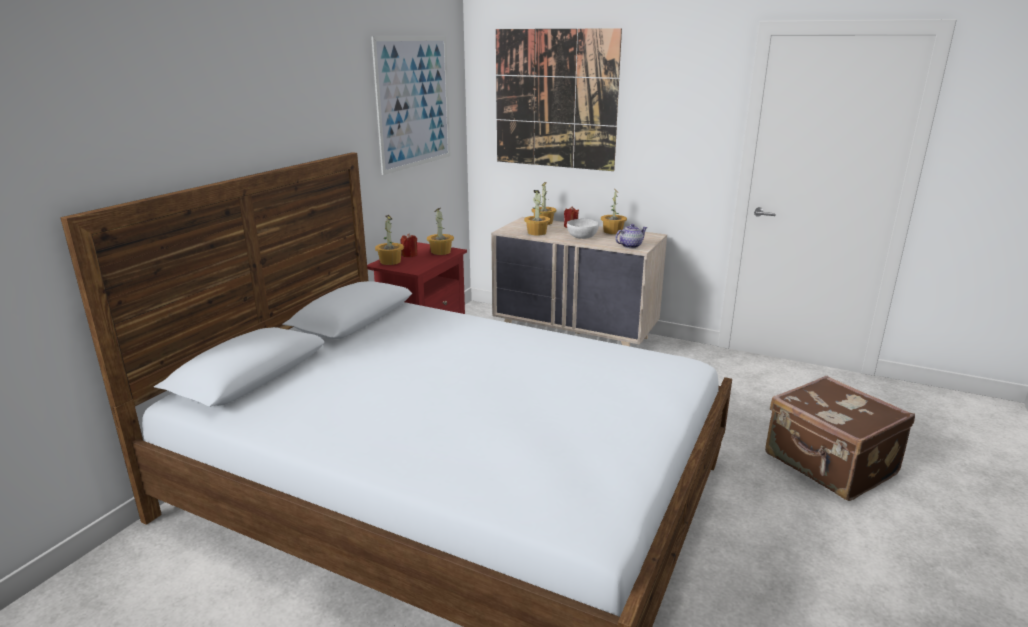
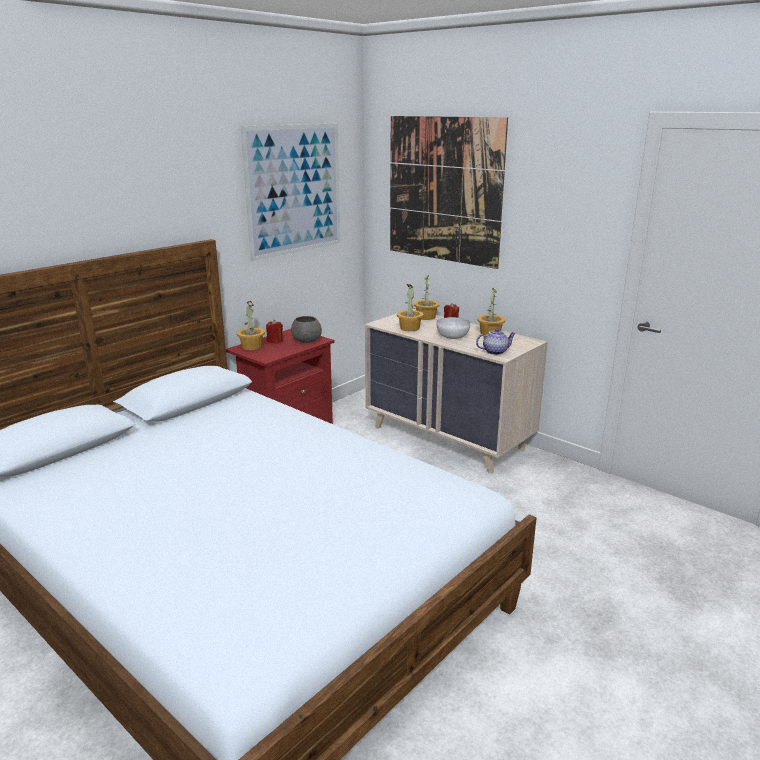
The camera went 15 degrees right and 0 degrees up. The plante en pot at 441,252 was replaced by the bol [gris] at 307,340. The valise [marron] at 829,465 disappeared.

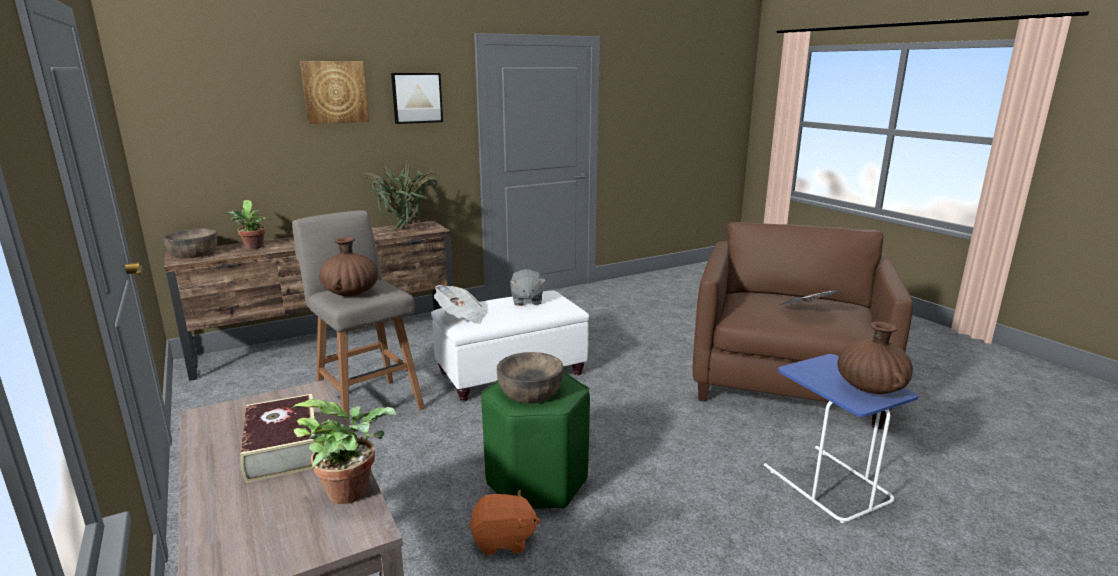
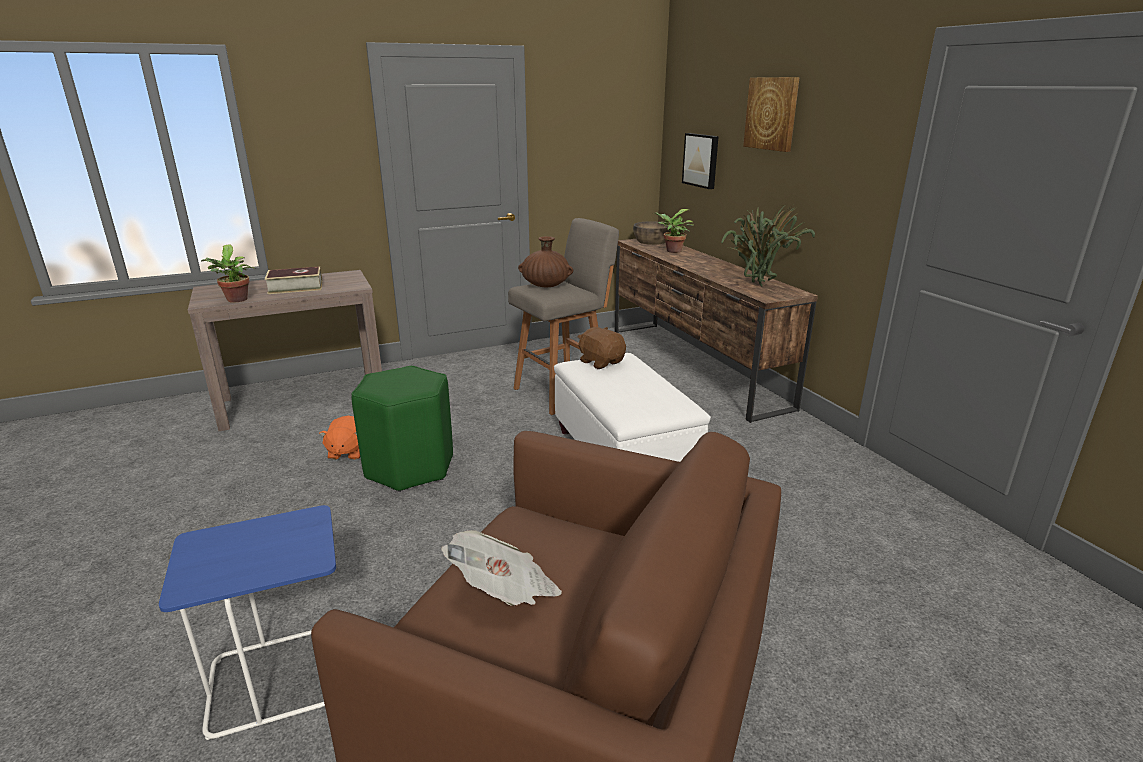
The camera went 95 degrees right and 5 degrees up. The tableau moved from 416,98 to 701,160. The peluche [gris] at 526,301 disappeared. The journal at 461,317 was replaced by the peluche [marron] at 601,362. The vase [marron] at 870,387 disappeared. The bol [marron] at 530,391 disappeared.

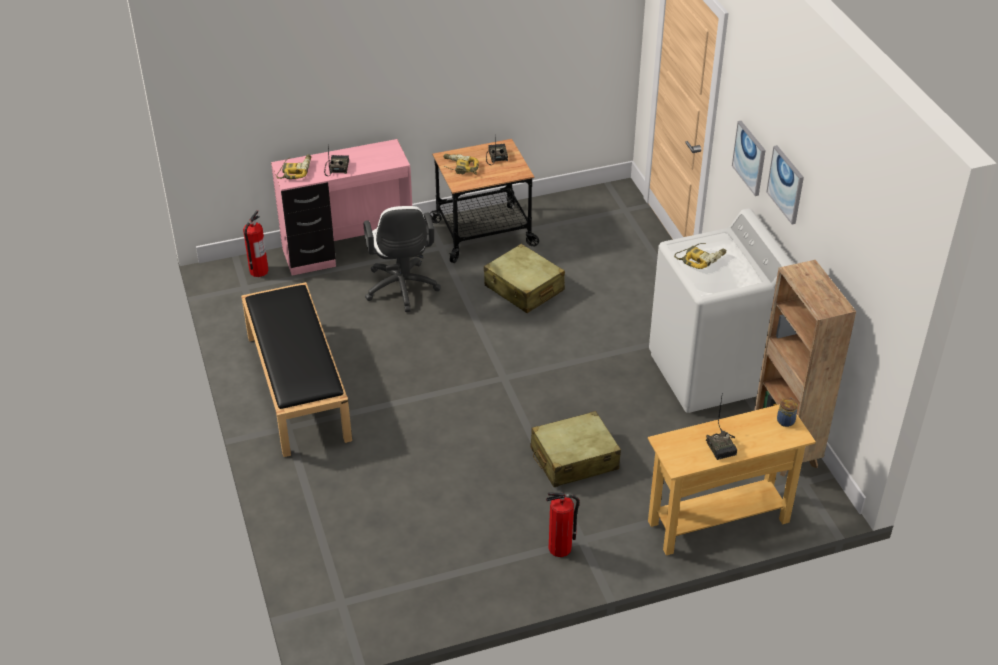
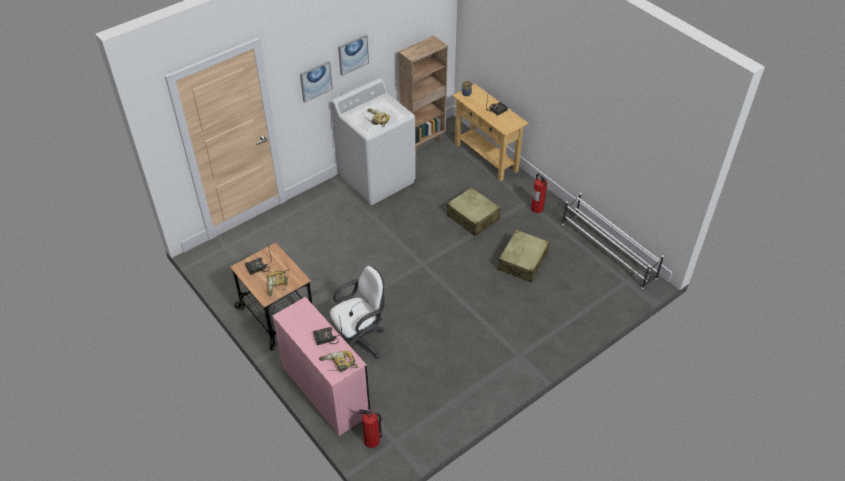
The camera went 110 degrees left and 5 degrees up. The valise [beige] moved from 524,288 to 523,261. The banc [noir] at 297,386 disappeared. The étagère à chaussures [blanc] at 608,251 appeared.

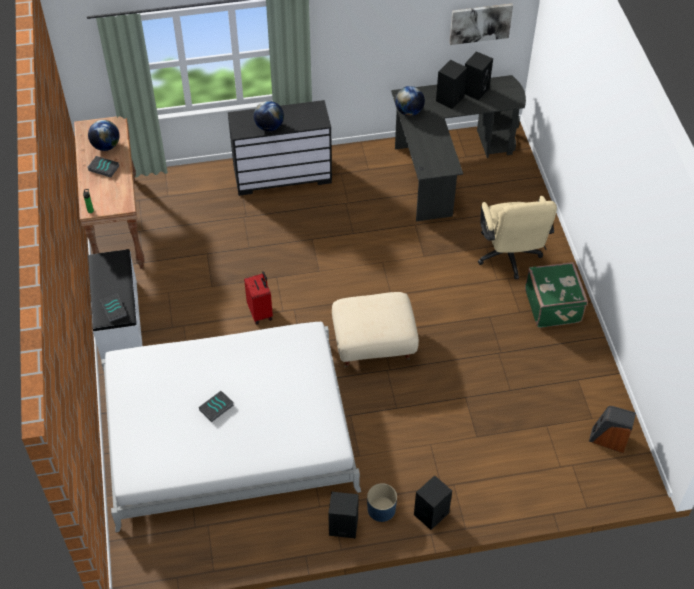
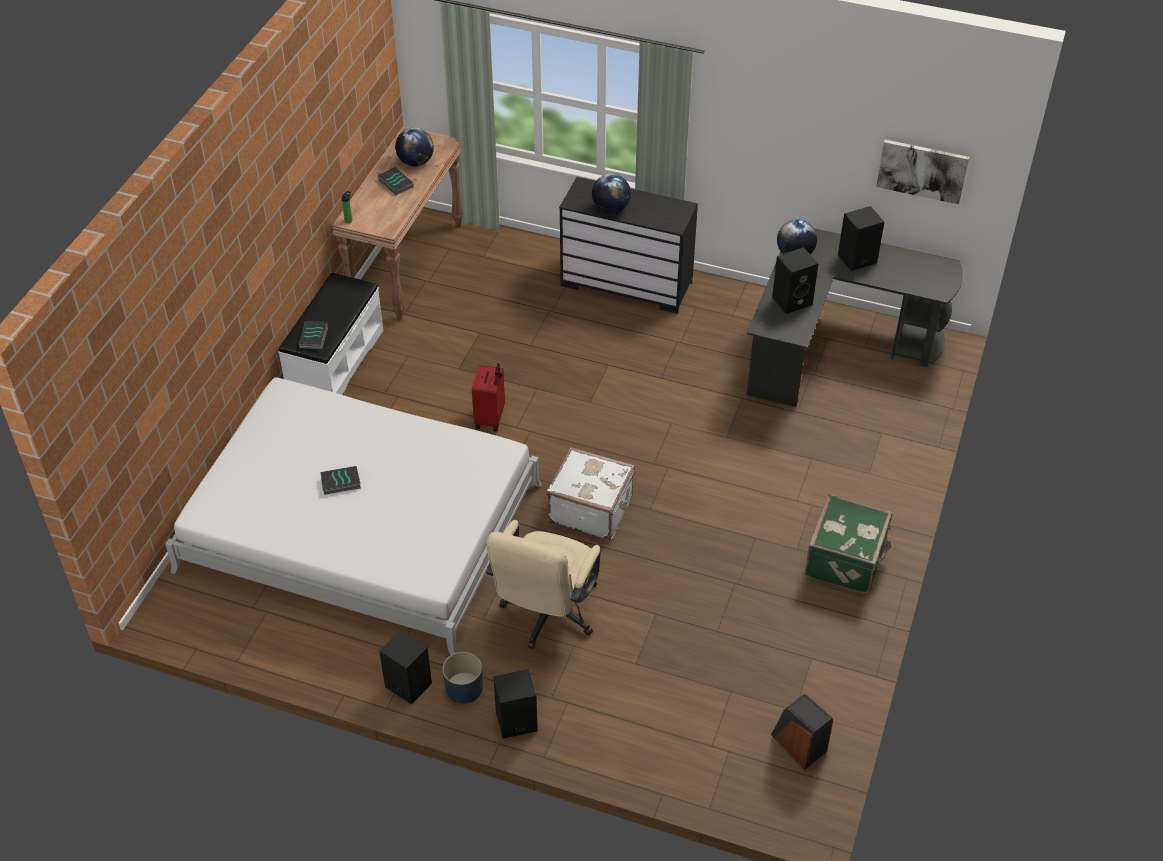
The camera went 30 degrees right and 5 degrees down. The enceinte [noir] moved from 475,90 to 792,300. The chaise de bureau [beige] moved from 509,258 to 546,616. The pouf [beige] at 373,345 was replaced by the valise [blanc] at 590,509.

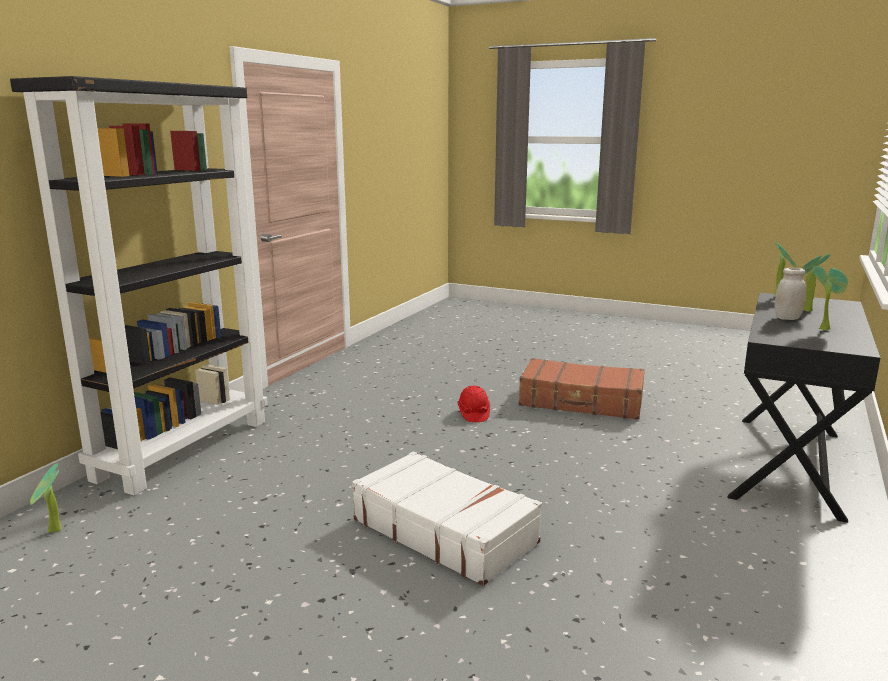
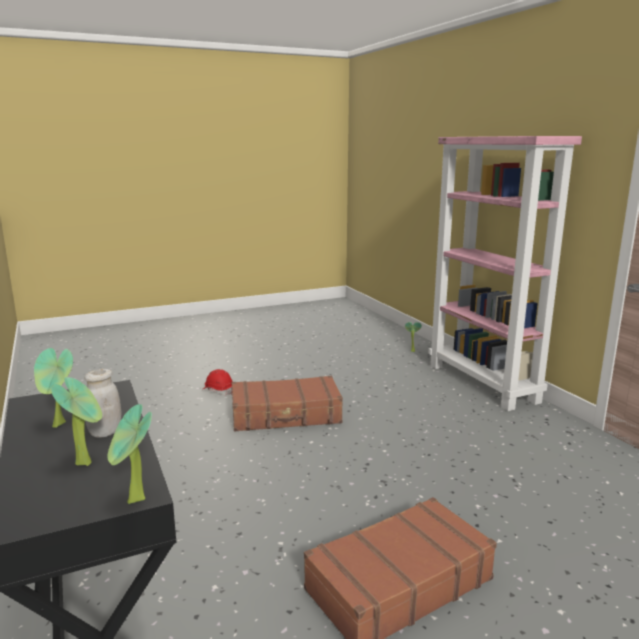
The camera went 130 degrees right and 0 degrees up. The bibliothèque [noir] at 184,448 became the bibliothèque [rose] at 483,383. The casque de chantier [rouge] moved from 473,414 to 218,390. The valise [blanc] at 444,530 became the valise [marron] at 286,415.

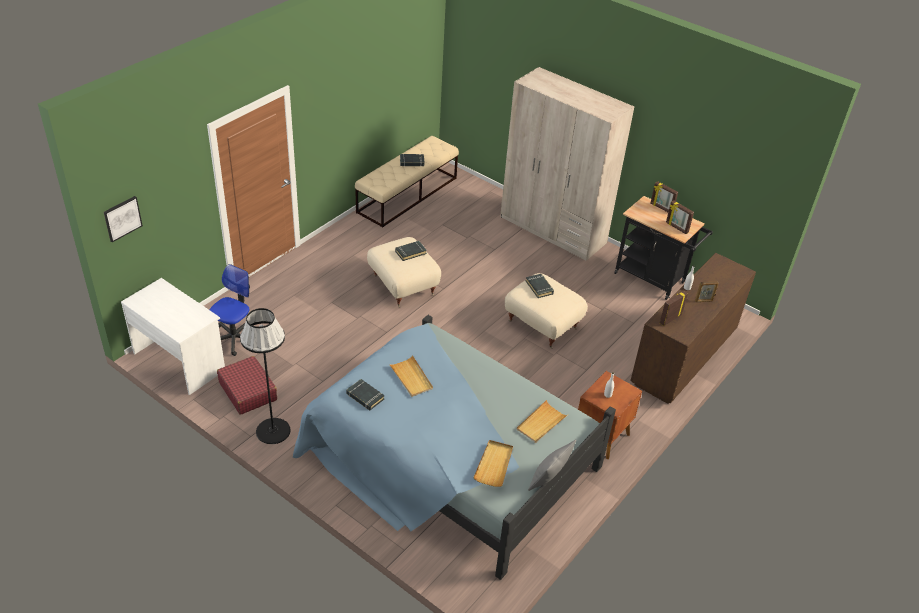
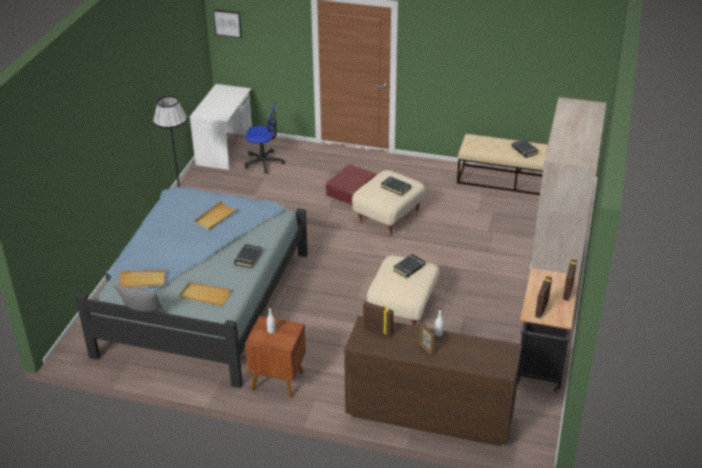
The camera went 70 degrees right and 5 degrees down. The valise [rouge] moved from 248,391 to 351,191. The livre [noir] moved from 365,397 to 248,258.

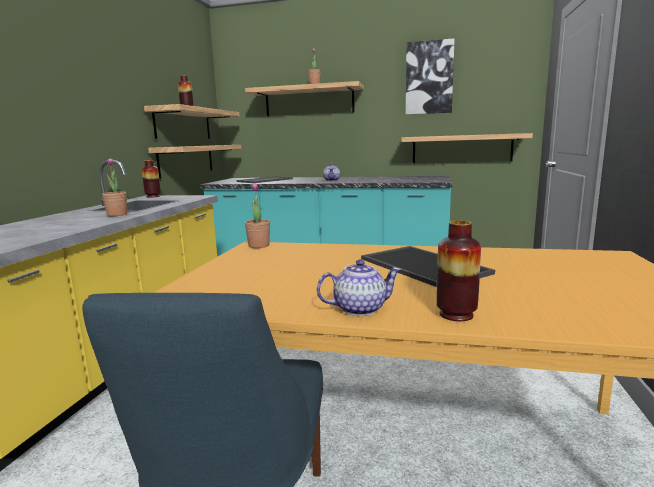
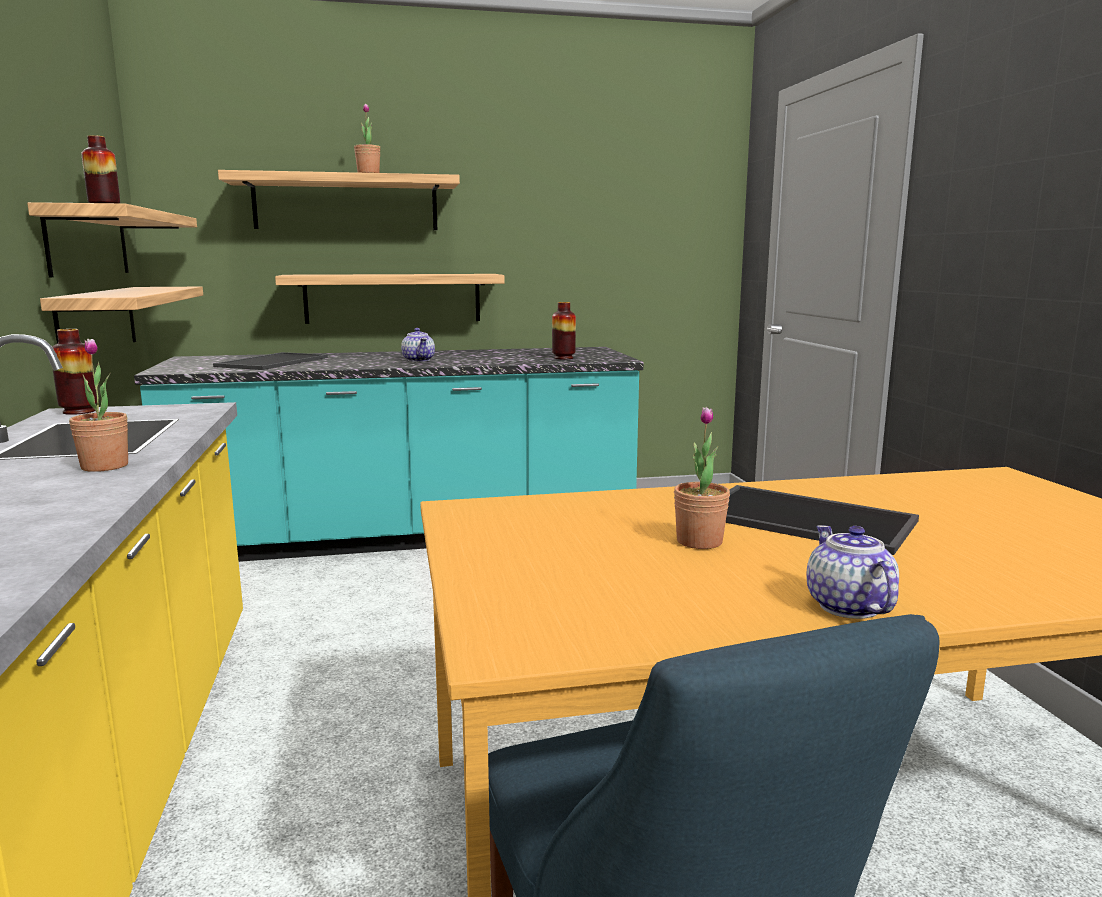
The camera went 25 degrees left and 0 degrees up. The tableau at 429,78 disappeared. The étagère moved from 461,148 to 393,298. The plante en pot moved from 259,246 to 699,541. The vase moved from 456,314 to 563,358. The théière at 360,309 turned 60 degrees counterclockwise.

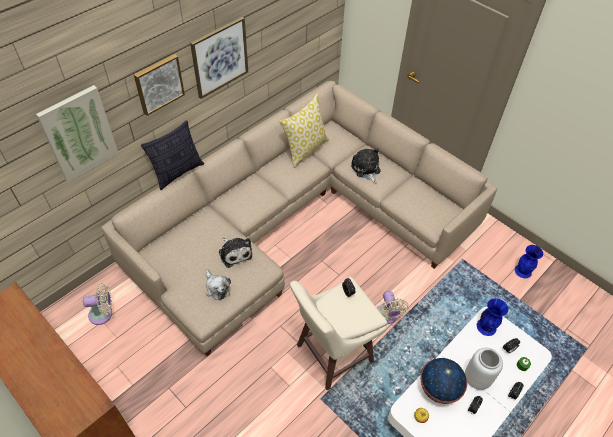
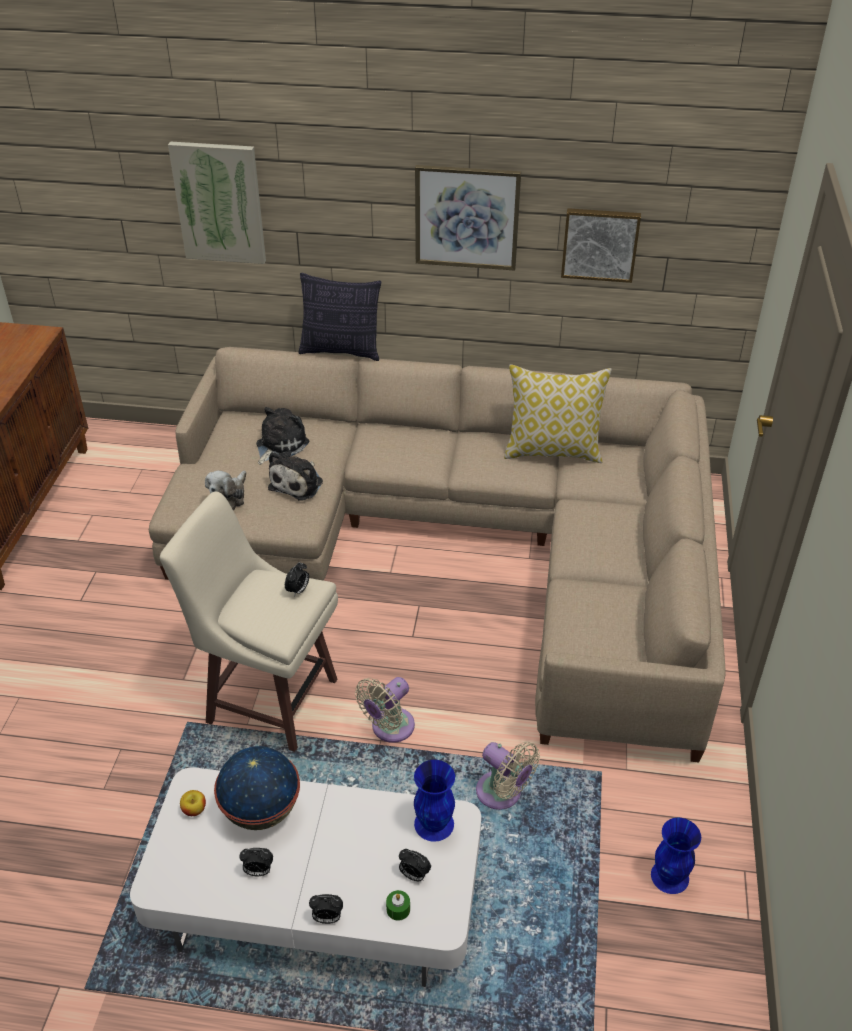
The camera went 55 degrees right and 10 degrees down. The tableau moved from 158,83 to 600,244. The peluche moved from 366,169 to 279,445. The ventilateur [beige] moved from 103,314 to 502,794. The vase [gris] at 477,378 disappeared.

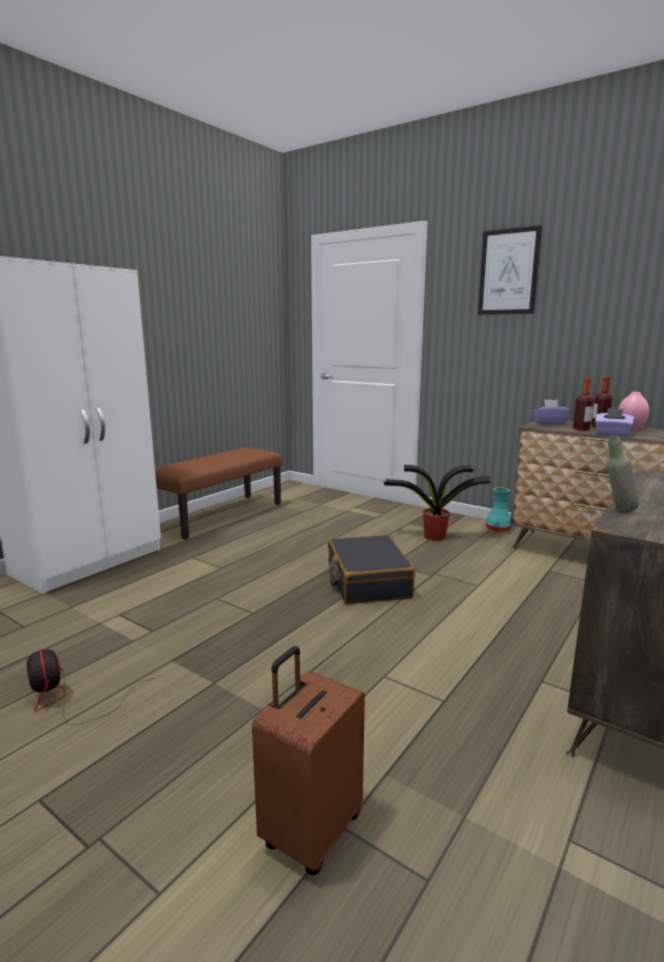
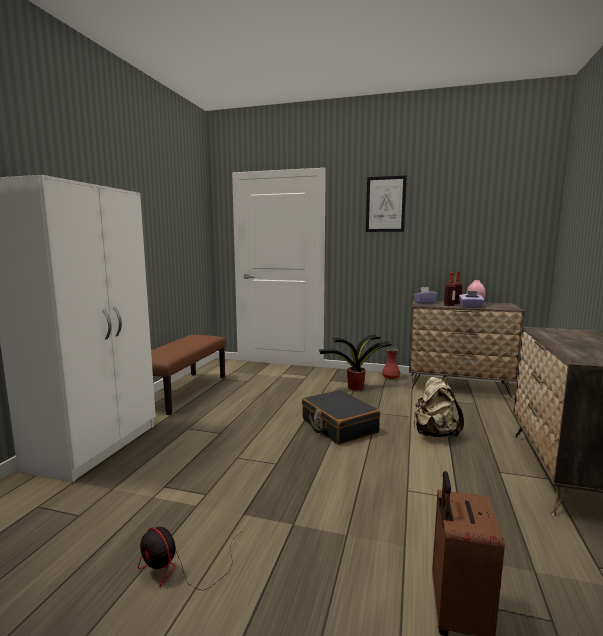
The camera went 20 degrees left and 5 degrees down. The bouteille [gris] at 617,512 disappeared. The vase [turquoise] at 498,529 became the vase [rouge] at 391,377. The sac à dos [beige] at 434,434 appeared.

